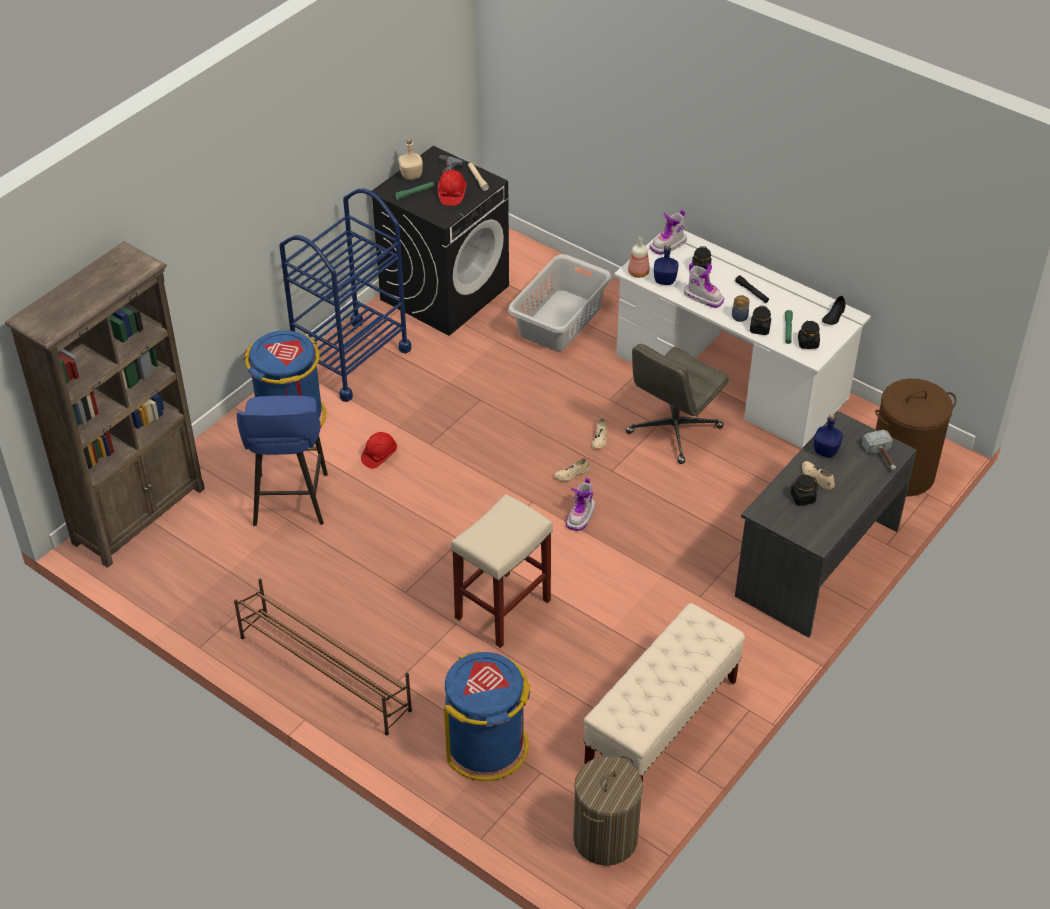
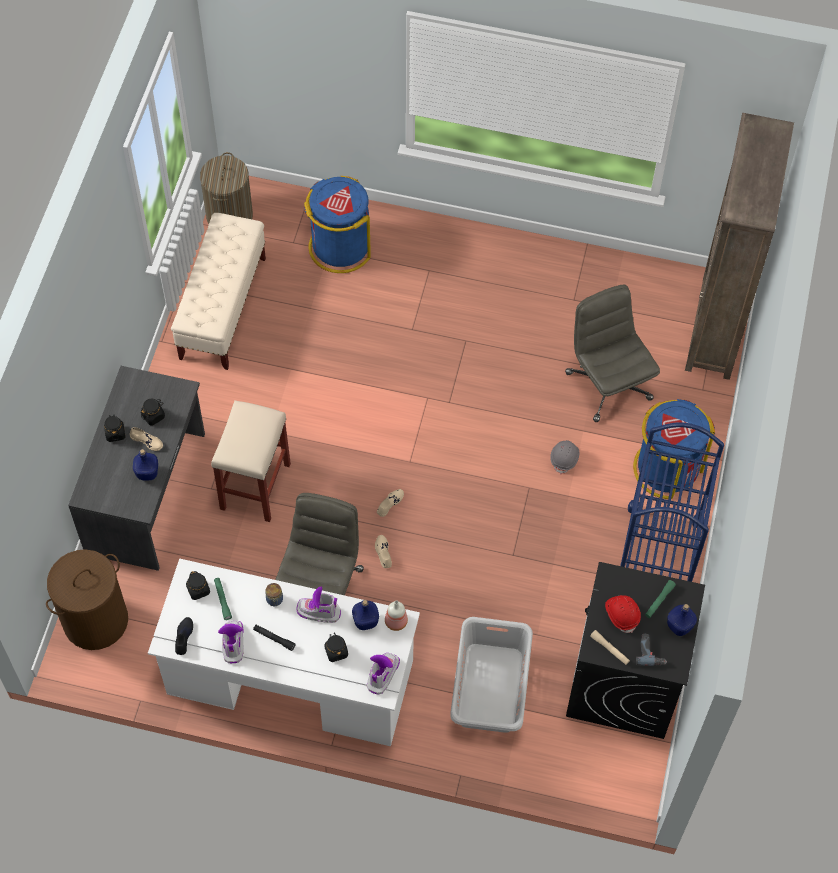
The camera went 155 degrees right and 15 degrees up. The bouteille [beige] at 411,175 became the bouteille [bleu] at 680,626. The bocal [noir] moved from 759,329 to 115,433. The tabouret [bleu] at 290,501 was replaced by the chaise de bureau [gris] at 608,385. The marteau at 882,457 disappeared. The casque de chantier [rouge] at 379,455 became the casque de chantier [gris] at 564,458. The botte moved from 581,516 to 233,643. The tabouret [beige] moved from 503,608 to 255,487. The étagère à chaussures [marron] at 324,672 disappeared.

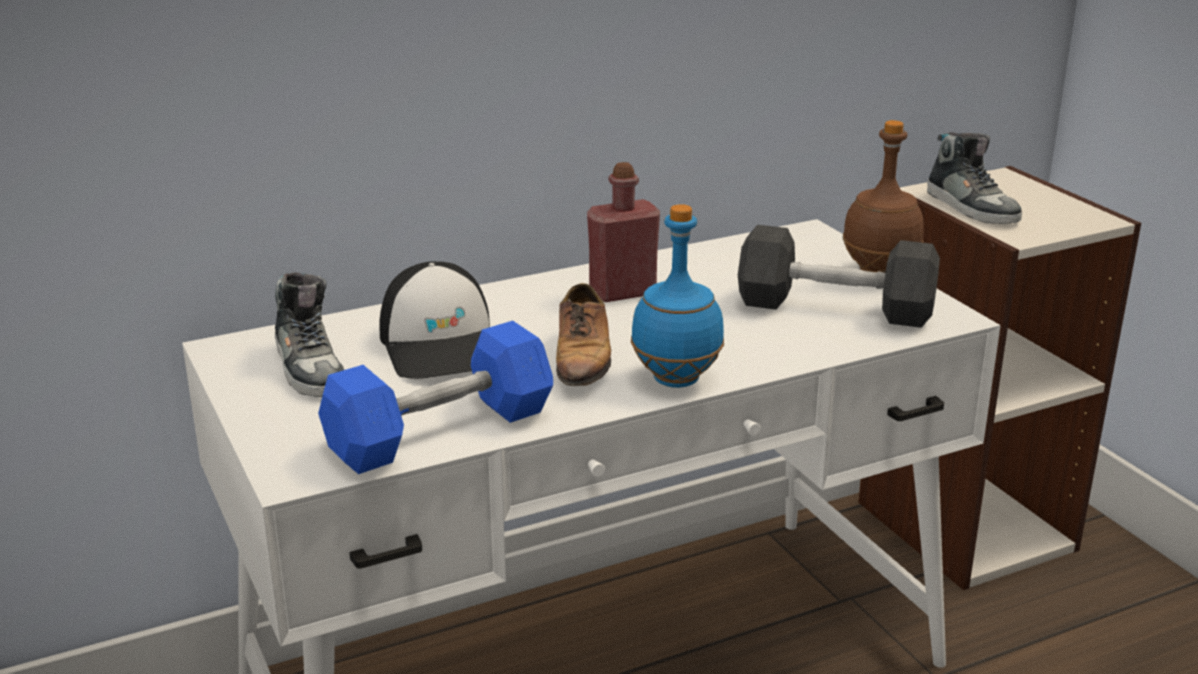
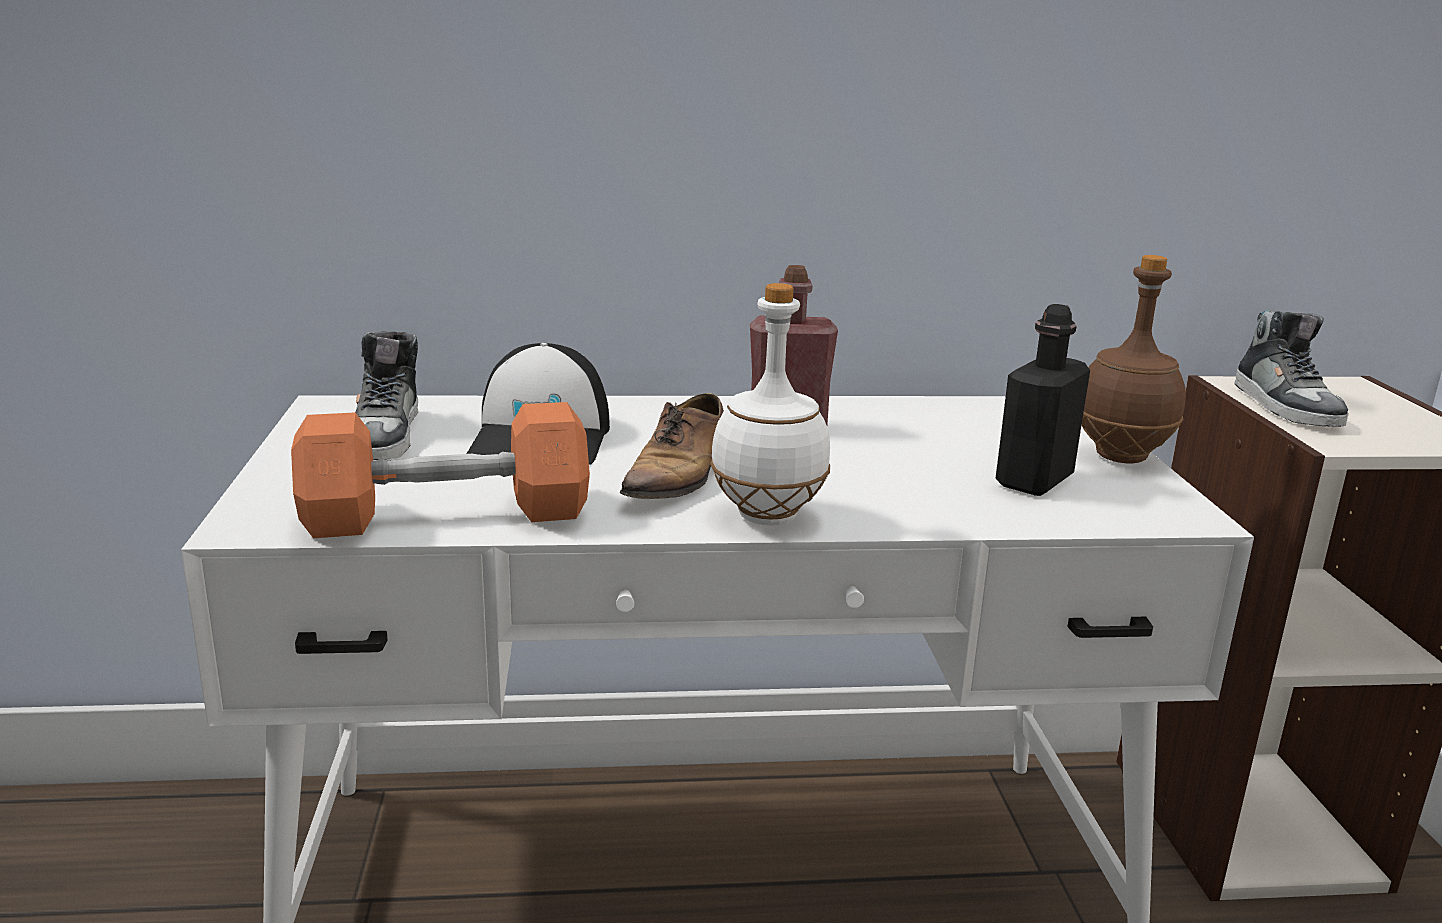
The camera went 20 degrees right and 5 degrees down. The bouteille [bleu] at 677,379 became the bouteille [blanc] at 769,516. The haltère [gris] at 835,308 was replaced by the bouteille [noir] at 1034,481. The haltère [bleu] at 440,431 became the haltère [orange] at 447,516.

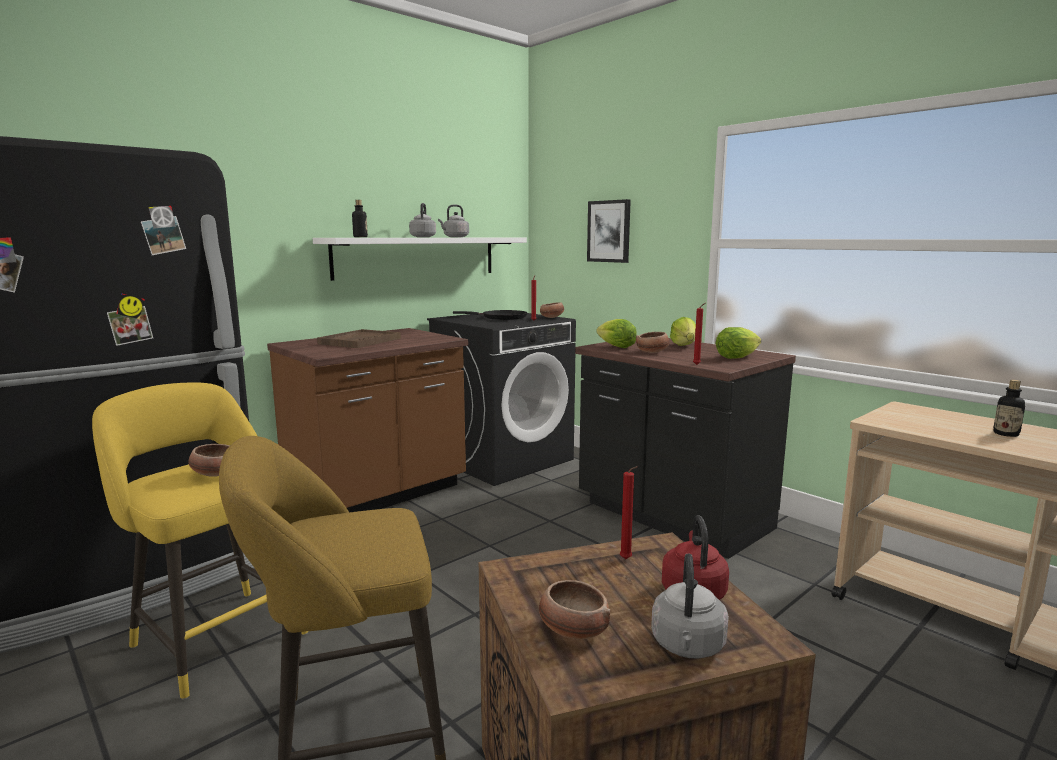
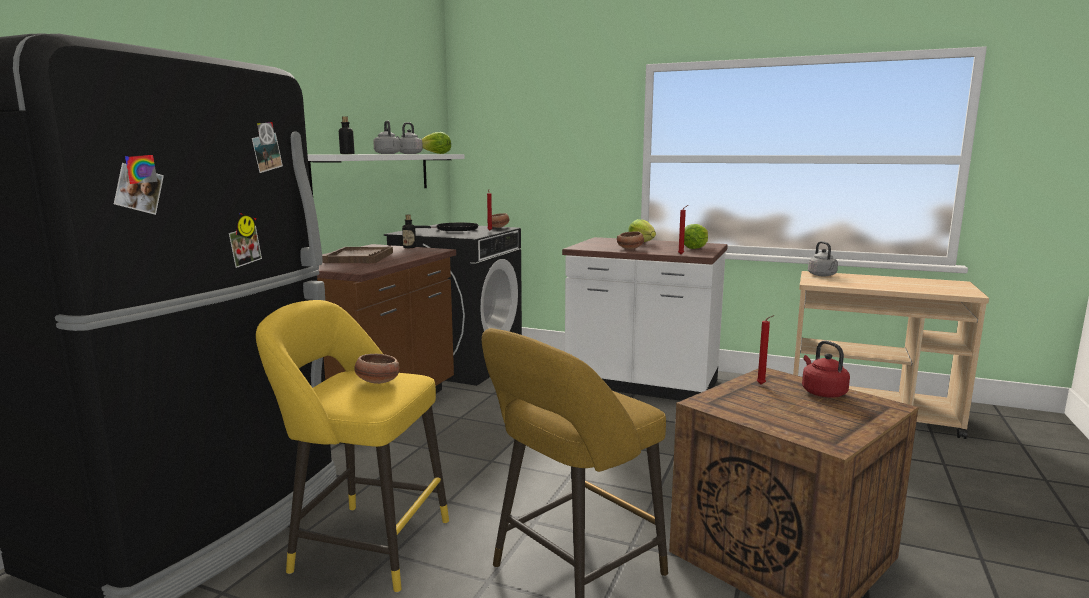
The camera went 25 degrees left and 0 degrees up. The tableau at 609,231 disappeared. The laitue moved from 616,347 to 436,153. The comptoir de cuisine [noir] at 672,518 became the comptoir de cuisine [blanc] at 642,385. The bouteille moved from 1006,434 to 409,247. The bouilloire [gris] moved from 687,646 to 823,275. The bol at 572,630 disappeared.

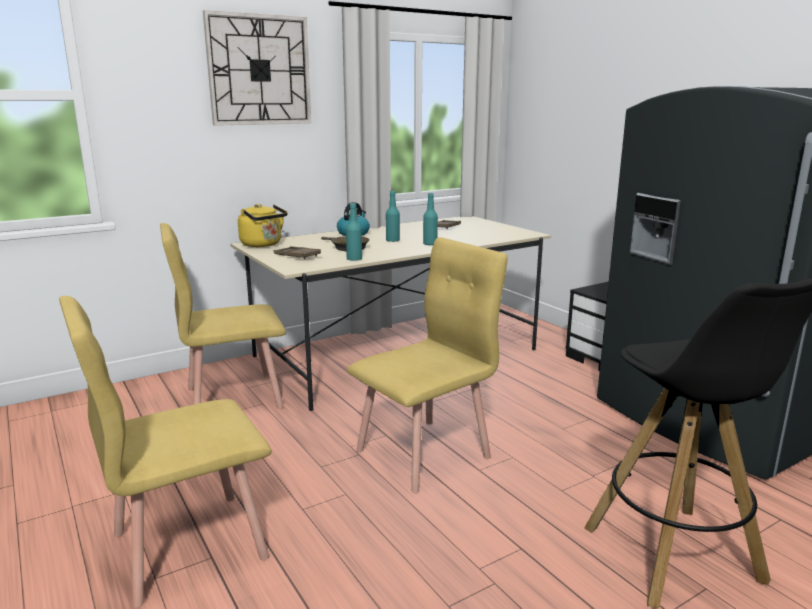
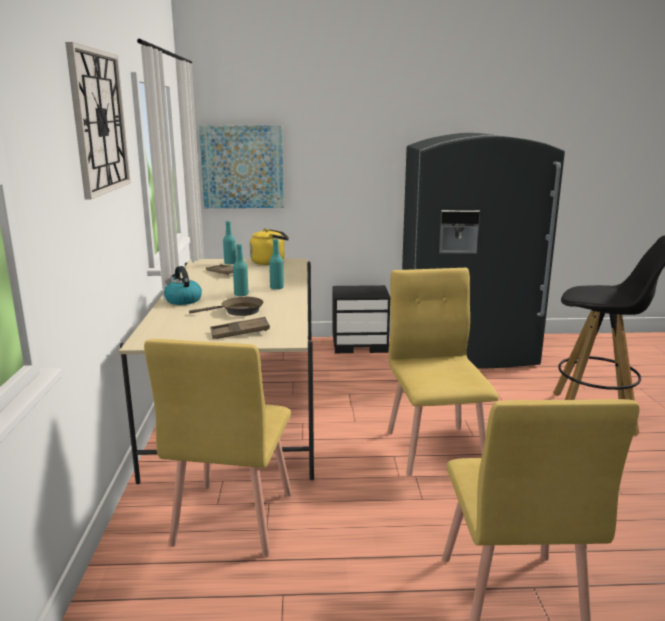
The camera went 60 degrees left and 0 degrees up. The bouteille [turquoise] moved from 354,259 to 230,263. The bouilloire [jaune] moved from 263,244 to 270,262. The tableau at 242,167 appeared.

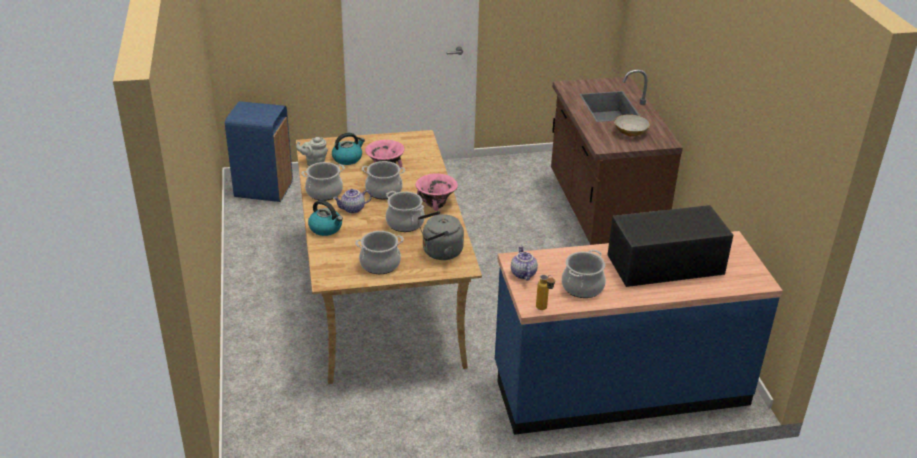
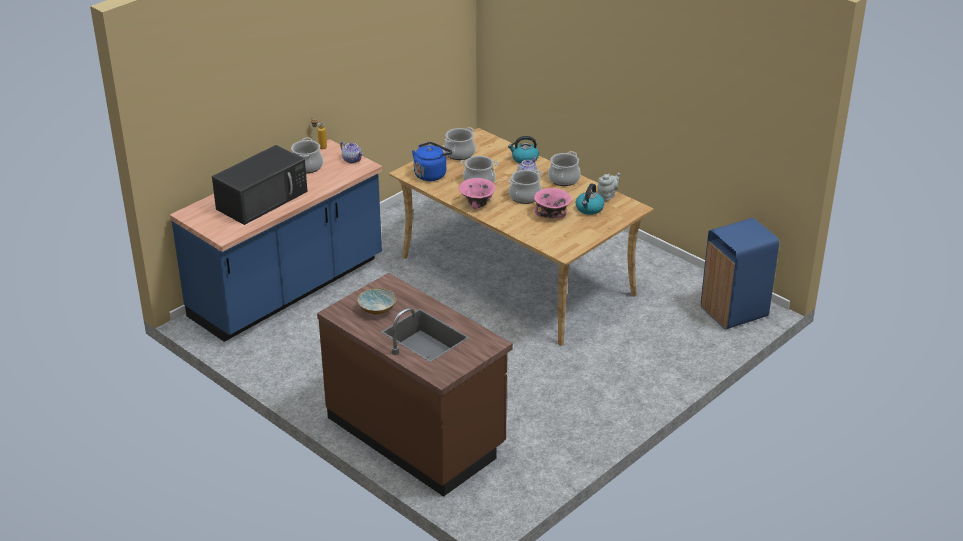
The camera went 145 degrees right and 0 degrees up. The bouilloire [gris] at 440,252 became the bouilloire [bleu] at 431,174.

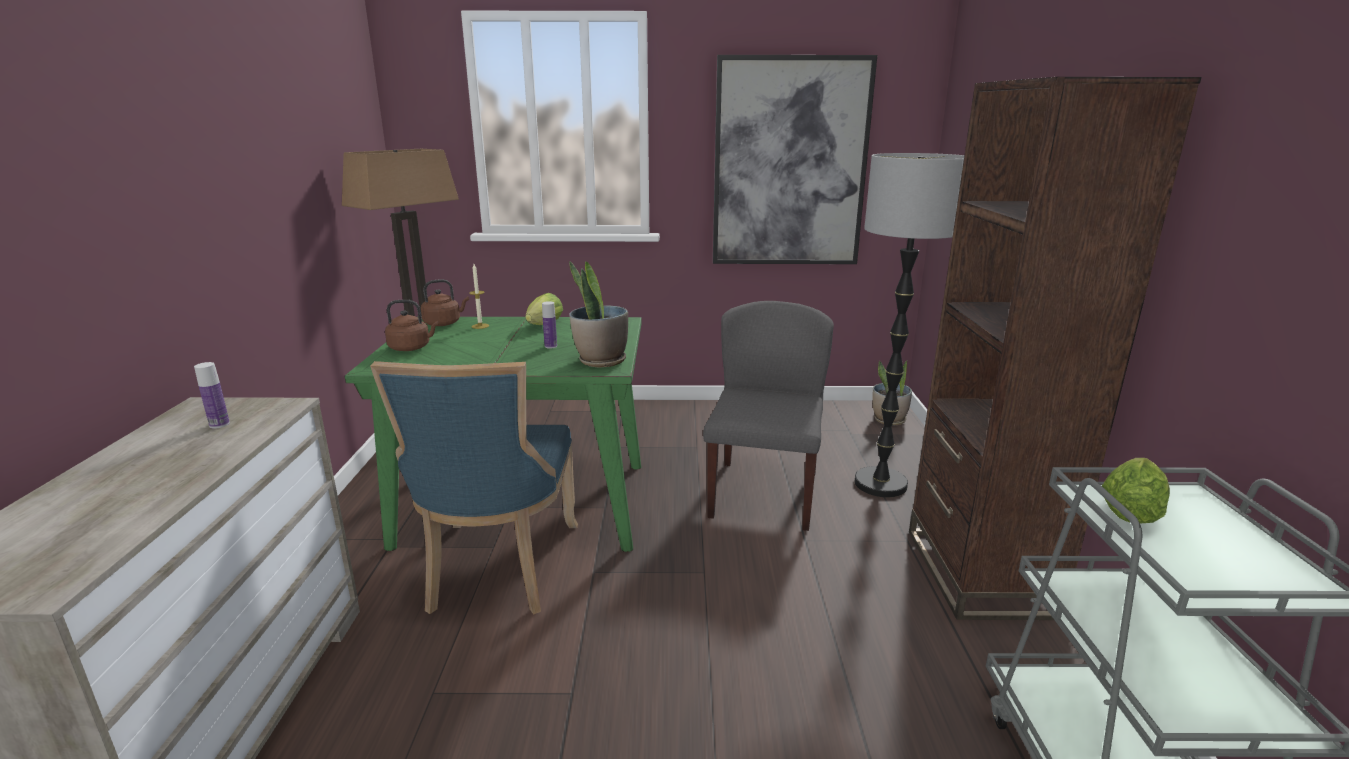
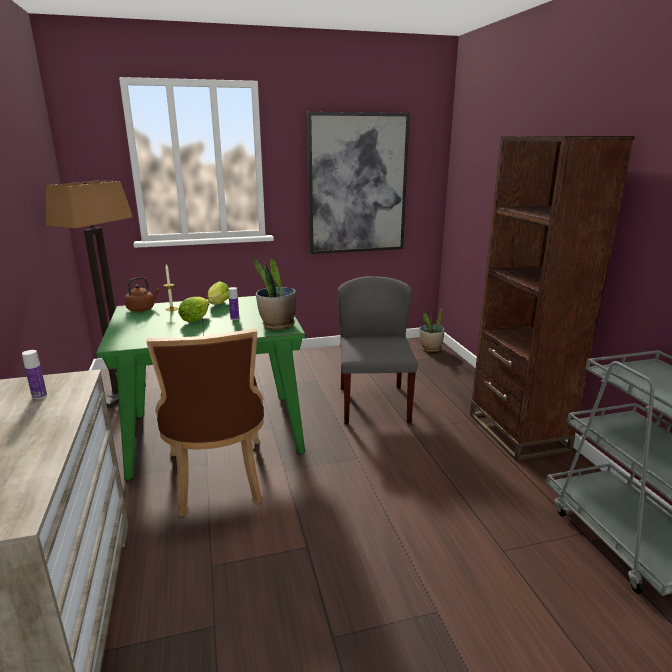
The camera went 15 degrees left and 0 degrees up. The lampadaire at 881,484 disappeared. The bouilloire [marron] at 412,348 disappeared. The chaise [bleu] at 498,569 became the chaise [marron] at 218,479. The laitue moved from 1130,510 to 196,319.

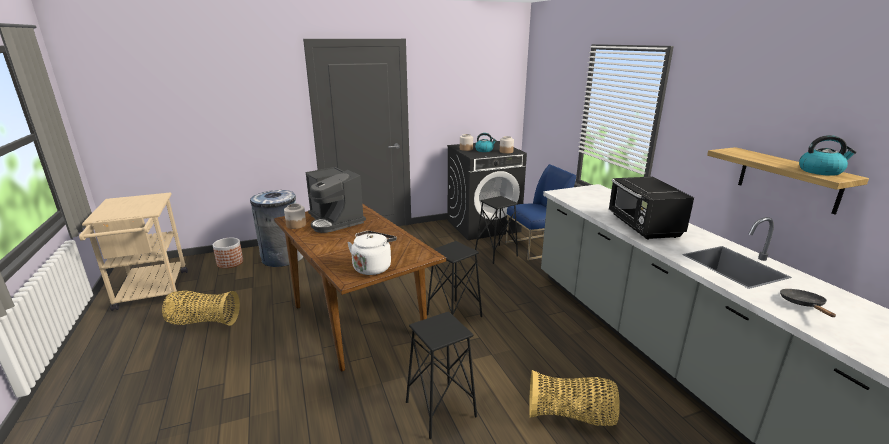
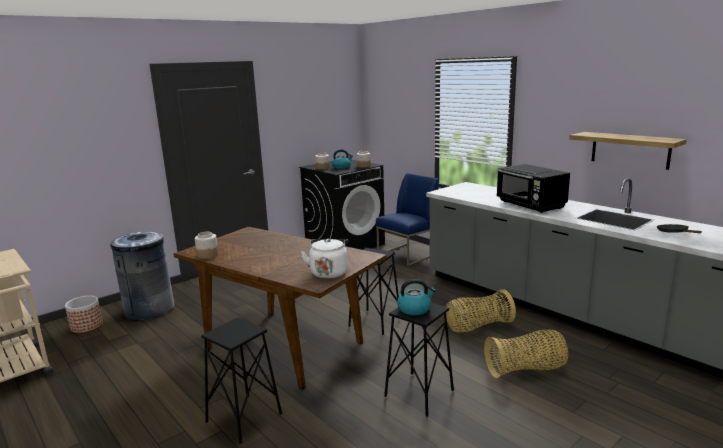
The camera went 20 degrees left and 5 degrees down. The bouilloire moved from 820,171 to 415,309. The machine à café at 335,221 disappeared. The tabouret [noir] moved from 496,254 to 244,418. The panier moved from 203,322 to 477,326.

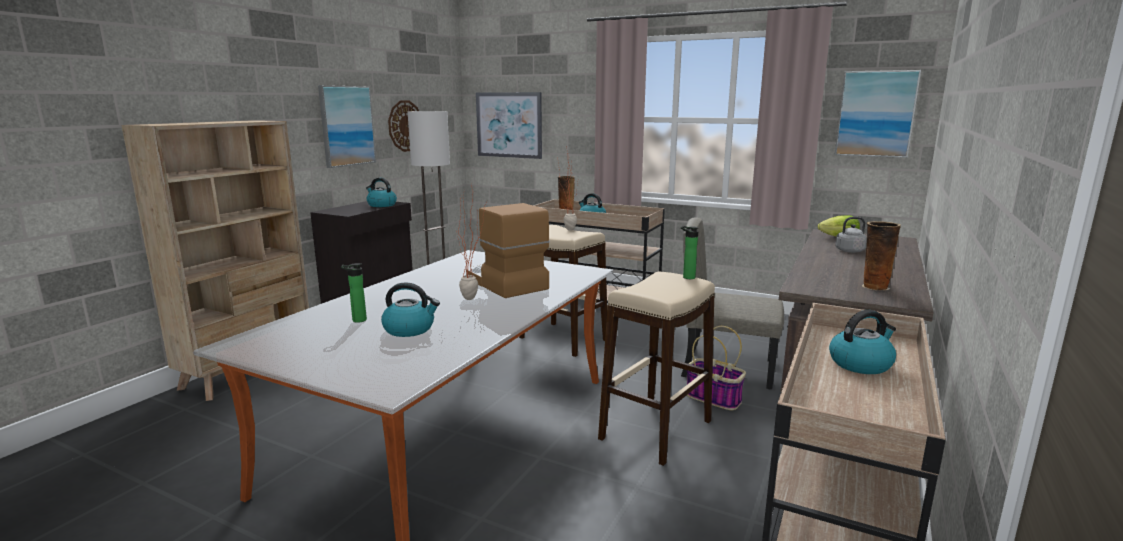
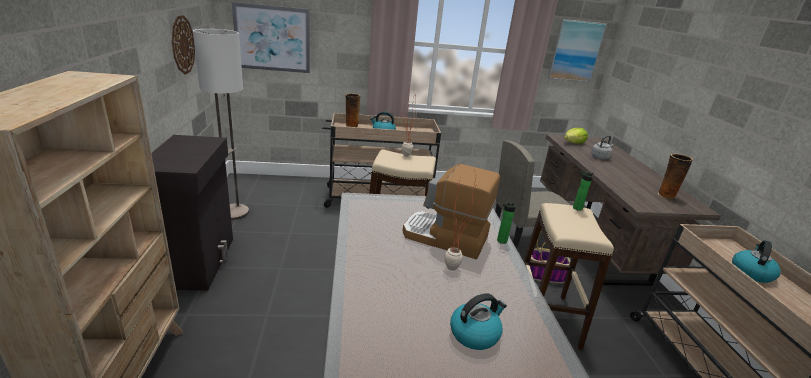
The camera went 35 degrees left and 10 degrees up. The tableau at 346,126 disappeared. The bouilloire at 381,205 disappeared. The bouteille moved from 357,320 to 501,241.

